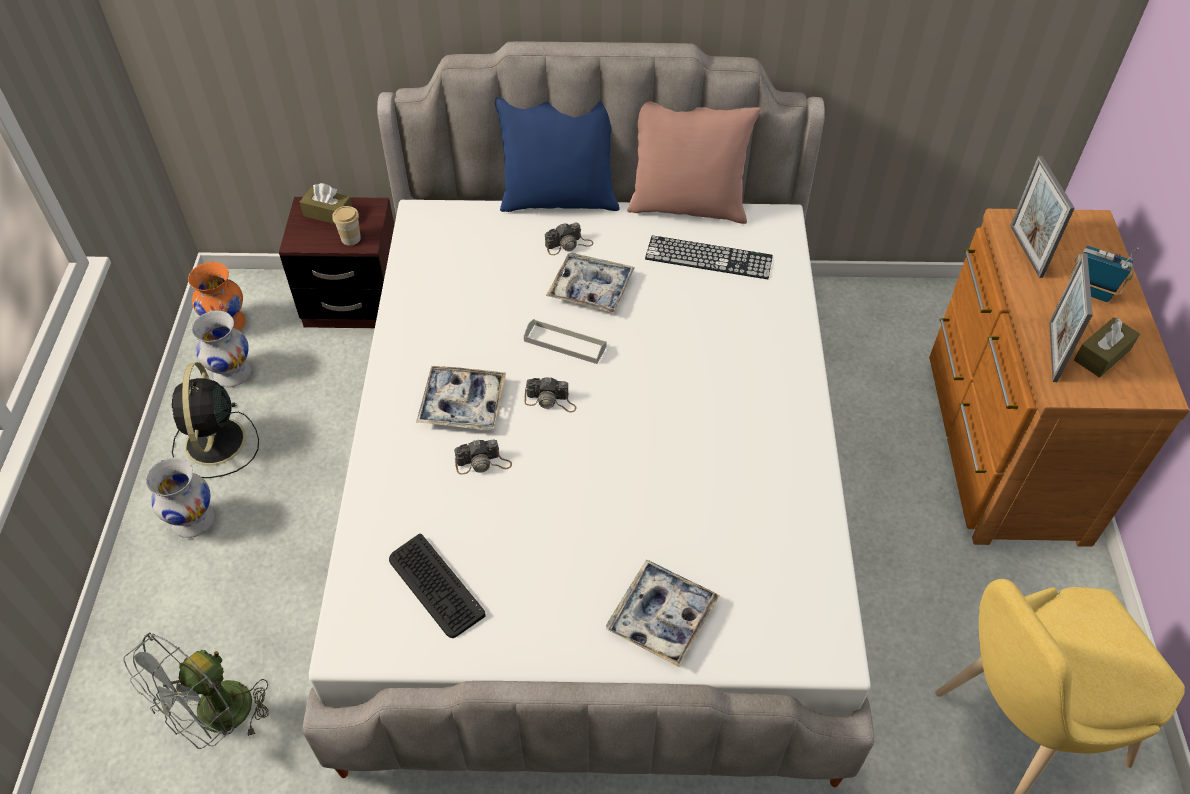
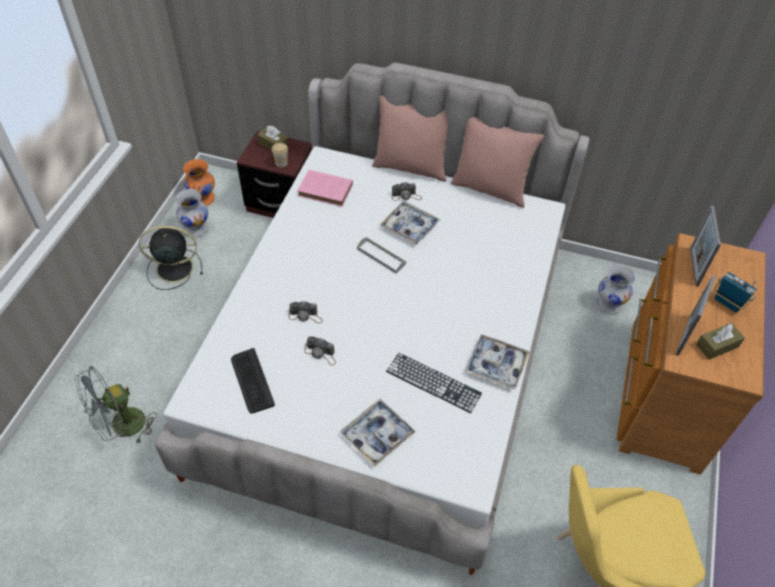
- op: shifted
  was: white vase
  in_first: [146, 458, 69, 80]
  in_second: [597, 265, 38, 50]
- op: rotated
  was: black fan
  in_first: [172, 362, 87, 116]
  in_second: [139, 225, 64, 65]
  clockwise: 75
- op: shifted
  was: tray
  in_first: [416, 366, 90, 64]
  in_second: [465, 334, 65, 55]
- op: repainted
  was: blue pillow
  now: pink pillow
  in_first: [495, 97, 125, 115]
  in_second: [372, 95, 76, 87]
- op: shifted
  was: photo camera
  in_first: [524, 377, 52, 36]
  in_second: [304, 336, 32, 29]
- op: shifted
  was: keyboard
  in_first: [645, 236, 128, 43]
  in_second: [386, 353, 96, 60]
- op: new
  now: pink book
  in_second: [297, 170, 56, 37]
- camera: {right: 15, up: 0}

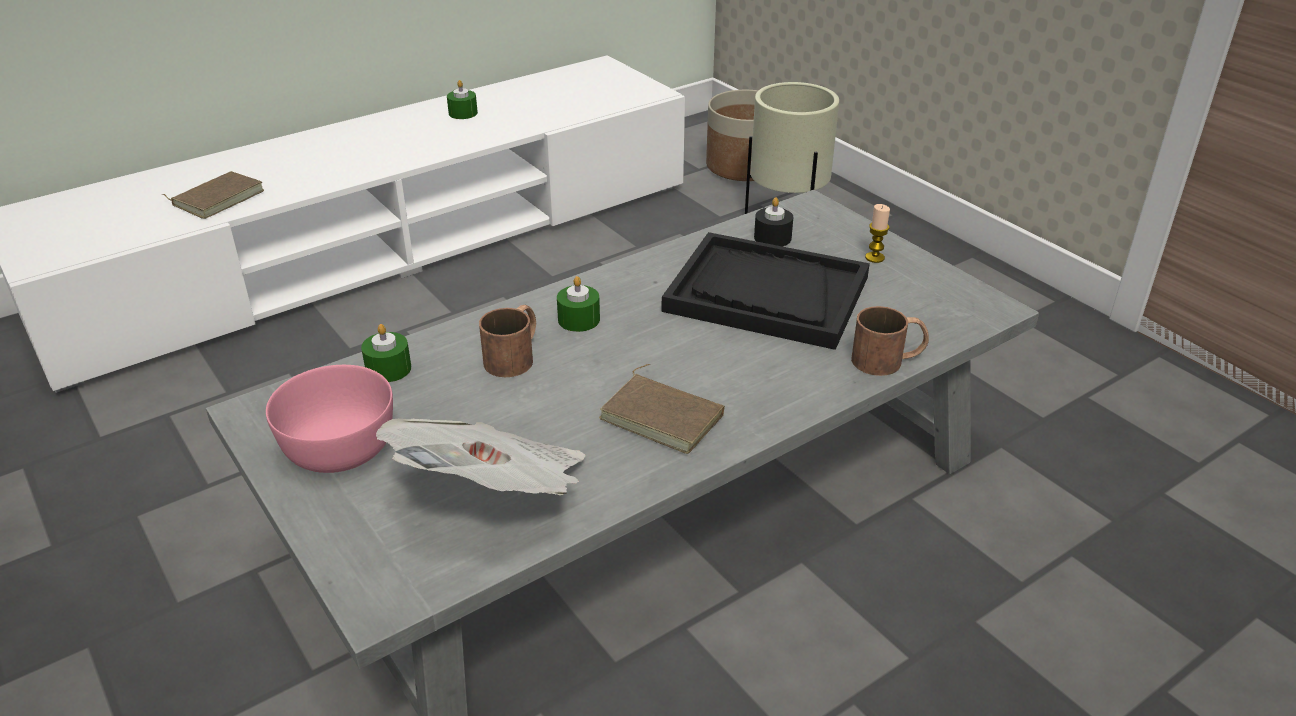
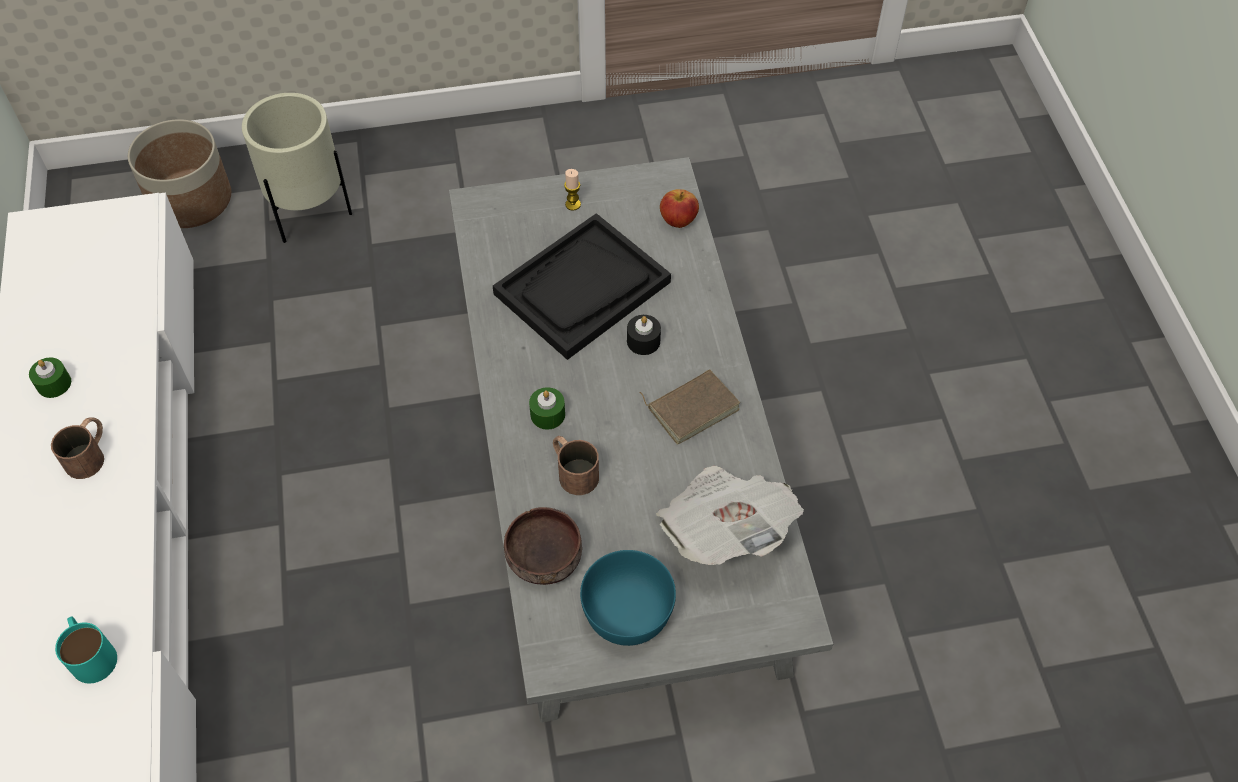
- op: swapped
  was: brown book
  now: turquoise mug
  in_first: [162, 171, 102, 48]
  in_second: [55, 616, 62, 67]
- op: repainted
  was: pink bowl
  now: turquoise bowl
  in_first: [266, 365, 127, 108]
  in_second: [580, 550, 96, 96]
- op: swapped
  was: green candle
  now: brown bowl
  in_first: [361, 324, 50, 58]
  in_second: [504, 507, 78, 78]
- op: shifted
  was: black candle
  in_first: [754, 197, 39, 49]
  in_second: [627, 315, 34, 40]
- op: shifted
  was: brown mug
  in_first: [851, 306, 78, 70]
  in_second: [51, 417, 53, 62]
- op: new
  now: apple
  in_second: [660, 189, 39, 39]
- camera: {right: -65, up: 20}

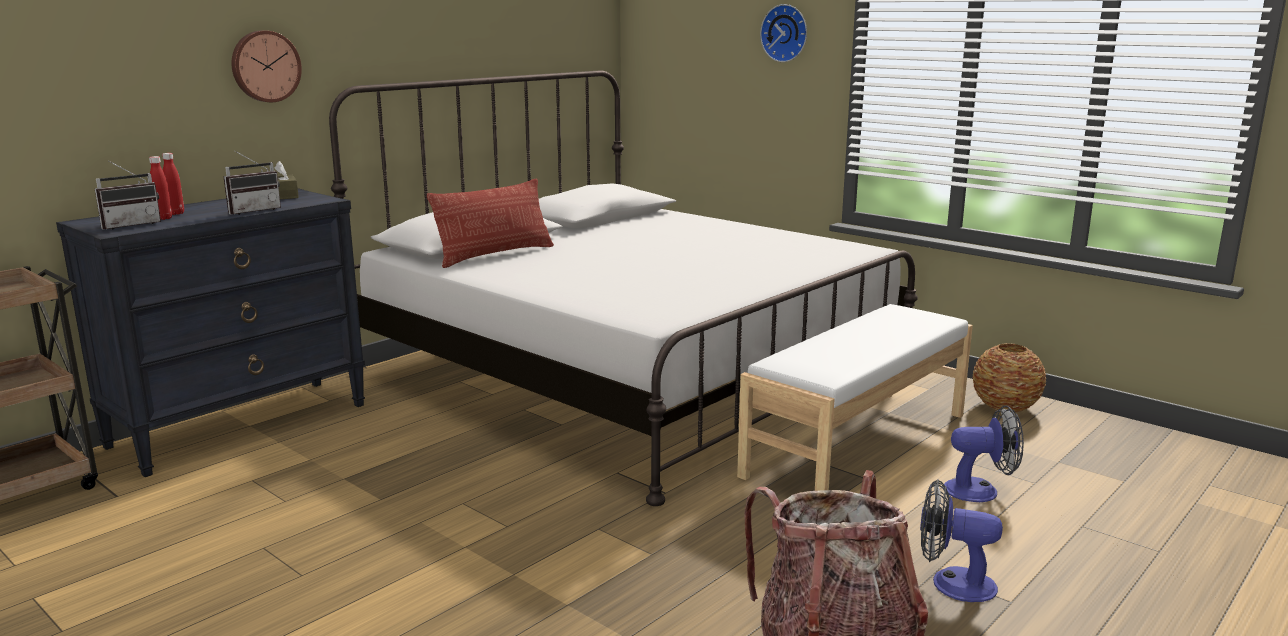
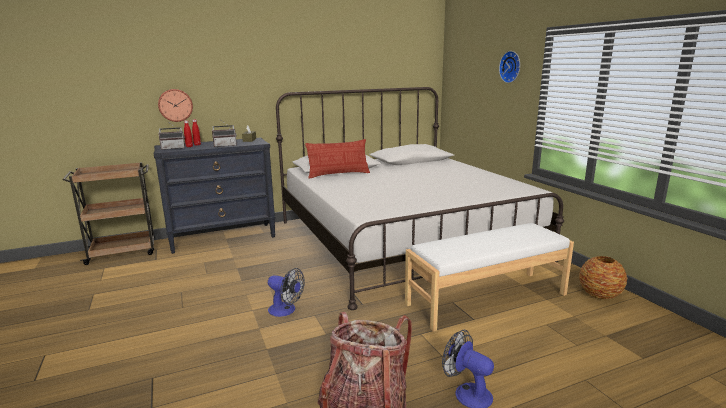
- op: shifted
  was: wall clock
  in_first: [232, 30, 70, 72]
  in_second: [158, 89, 35, 33]
- op: shifted
  was: fan
  in_first: [944, 405, 80, 97]
  in_second: [268, 268, 37, 49]
- camera: {right: 25, up: 0}

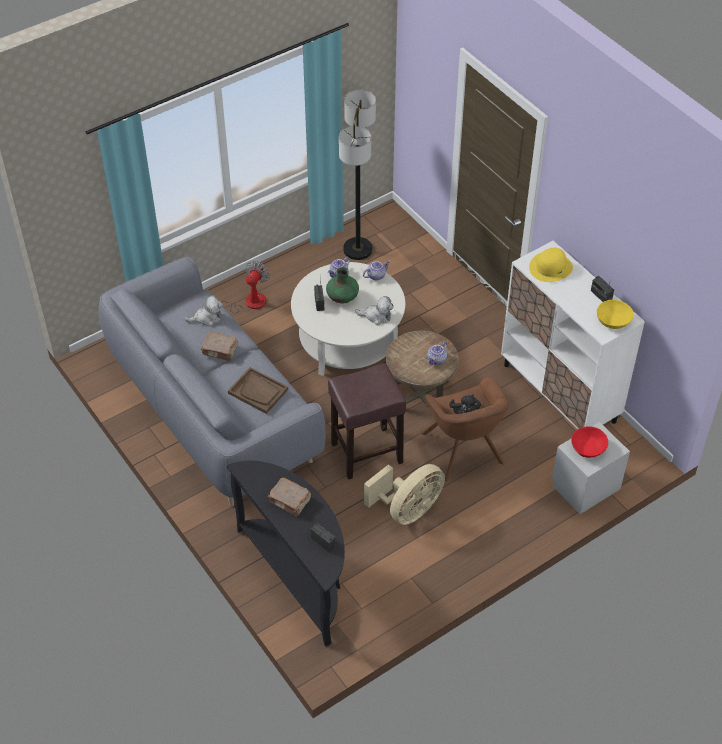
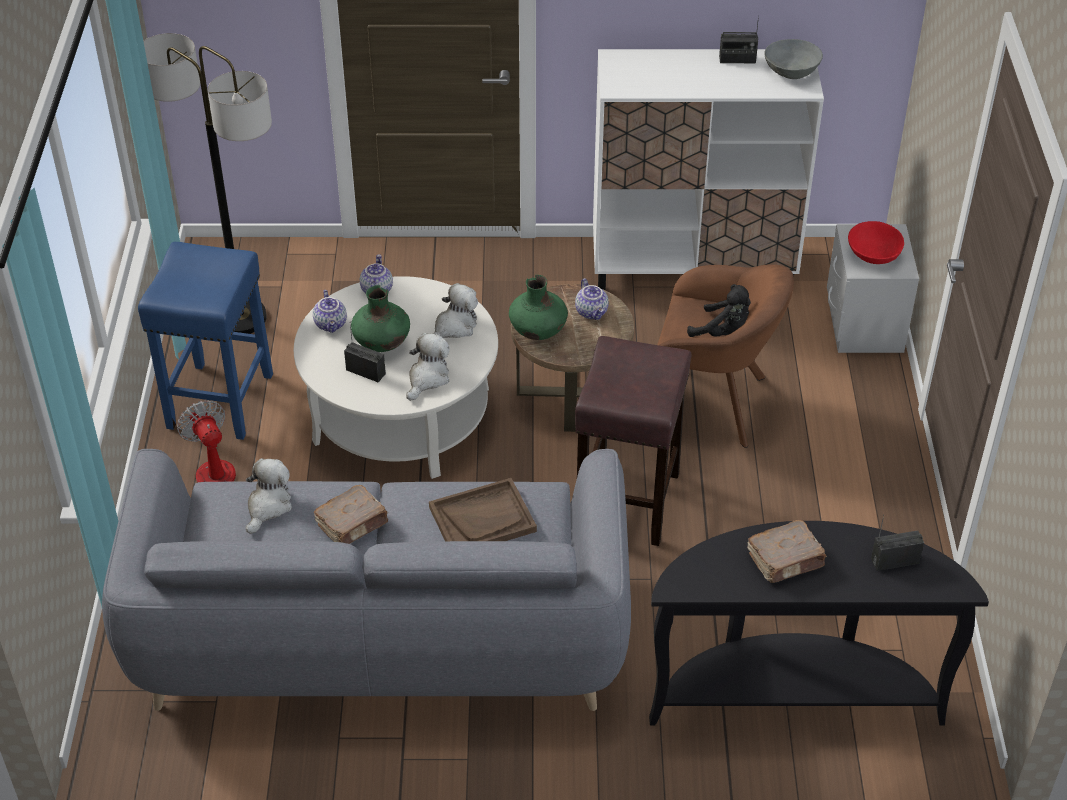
- op: gone
  was: beige fan
  in_first: [364, 464, 81, 61]
- op: gone
  was: yellow hat
  in_first: [529, 248, 44, 34]
- op: repainted
  was: yellow bowl
  now: grey bowl
  in_first: [597, 300, 37, 29]
  in_second: [764, 39, 59, 40]
- op: new
  now: blue stool
  in_second: [138, 242, 135, 198]
- op: new
  now: plush toy
  in_second: [406, 333, 44, 68]
- op: new
  now: green vase
  in_second: [509, 275, 59, 65]
- camera: {right: -55, up: -5}

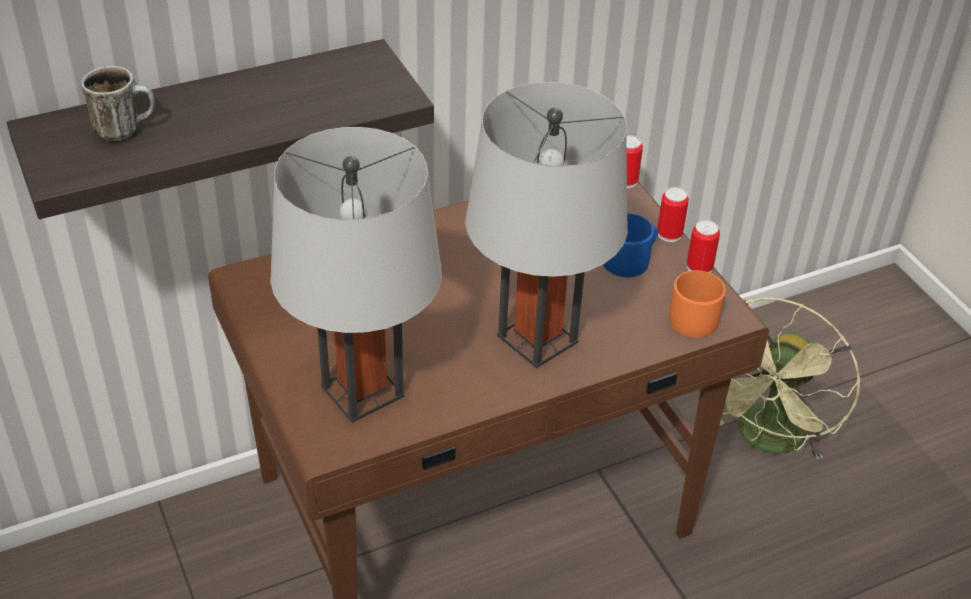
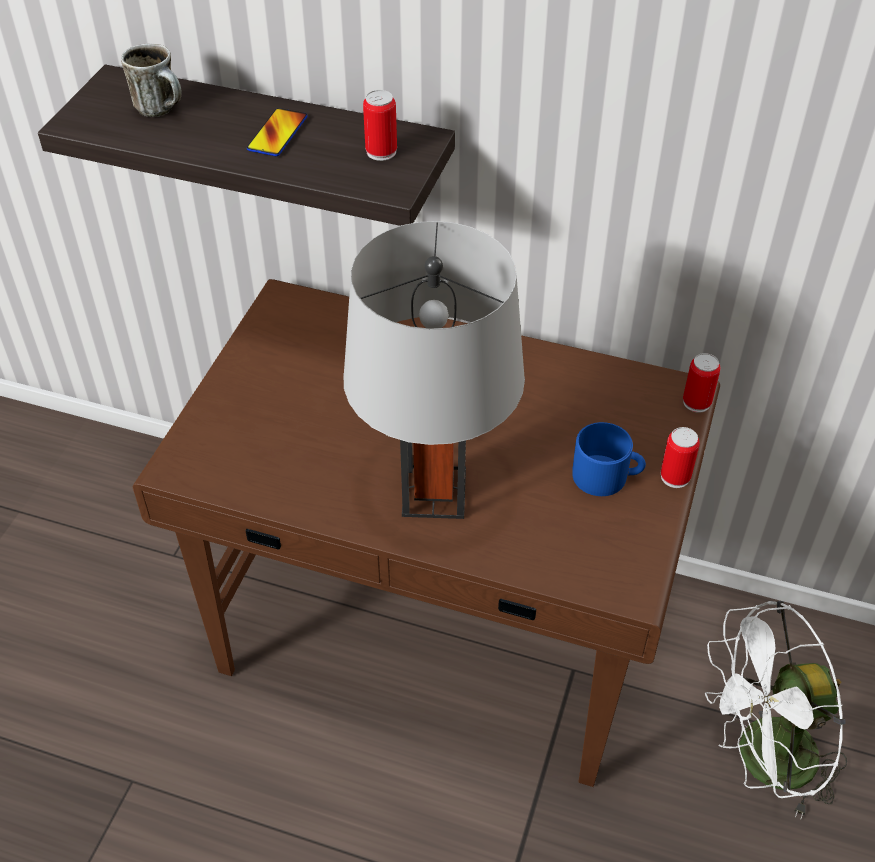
- op: gone
  was: grey table lamp
  in_first: [270, 127, 172, 296]
- op: gone
  was: orange mug
  in_first: [669, 270, 57, 68]
- op: shifted
  was: can
  in_first: [687, 220, 33, 53]
  in_second: [363, 90, 34, 71]
- op: repainted
  was: green fan
  now: white fan
  in_first: [720, 298, 141, 162]
  in_second: [705, 601, 142, 219]
- op: new
  now: phone
  in_second: [247, 108, 60, 48]
- camera: {right: 45, up: 5}

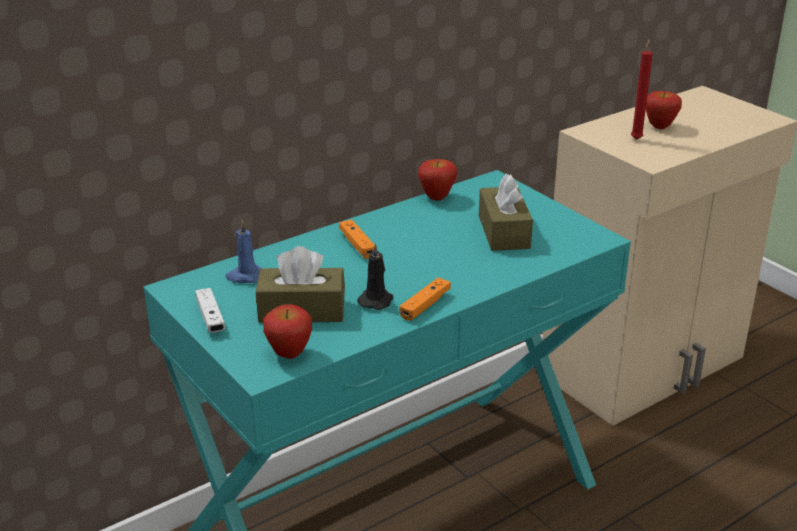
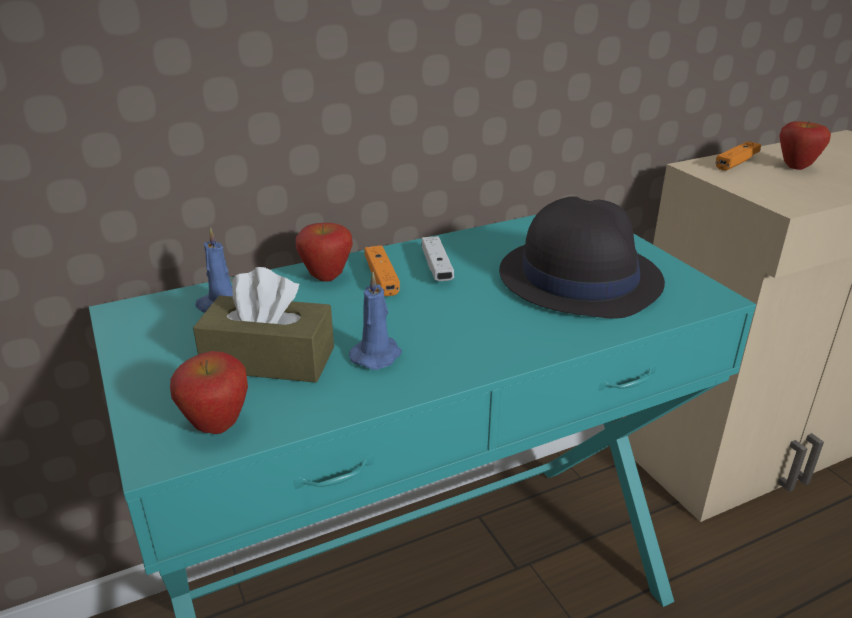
- op: shifted
  was: white game controller
  in_first: [195, 288, 31, 45]
  in_second: [421, 236, 33, 45]
- op: repainted
  was: black candle
  now: blue candle
  in_first: [357, 243, 36, 67]
  in_second: [349, 272, 53, 98]
- op: shifted
  was: orange game controller
  in_first: [399, 277, 52, 44]
  in_second: [715, 141, 46, 30]
- op: shifted
  was: apple
  in_first: [418, 159, 39, 42]
  in_second: [296, 223, 57, 59]
- op: swapped
  was: brown tissue box
  now: black hat
  in_first: [479, 174, 54, 77]
  in_second: [499, 196, 166, 123]
- op: gone
  was: red candle
  in_first: [631, 39, 22, 101]
- camera: {right: 10, up: 0}

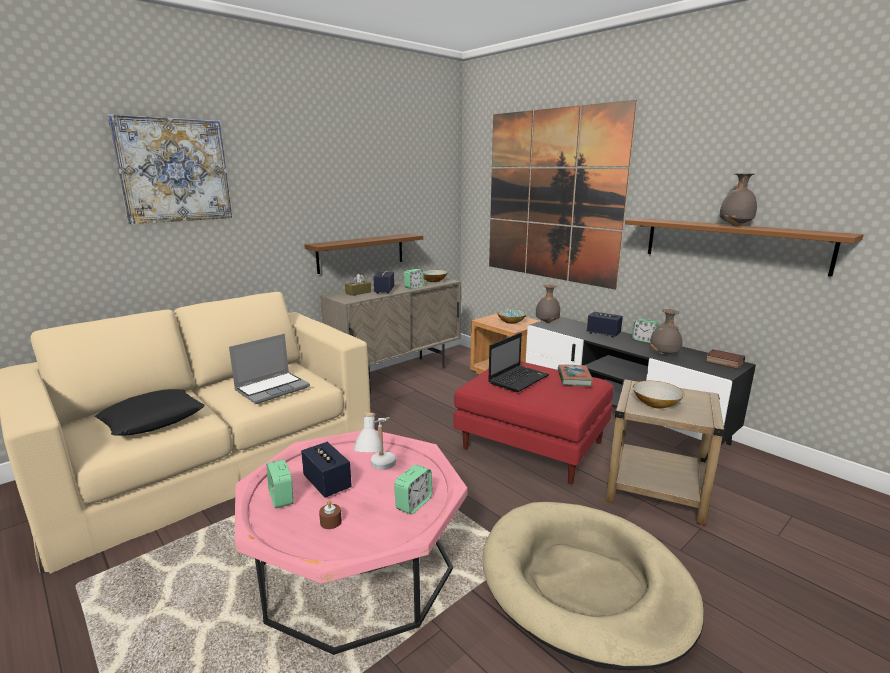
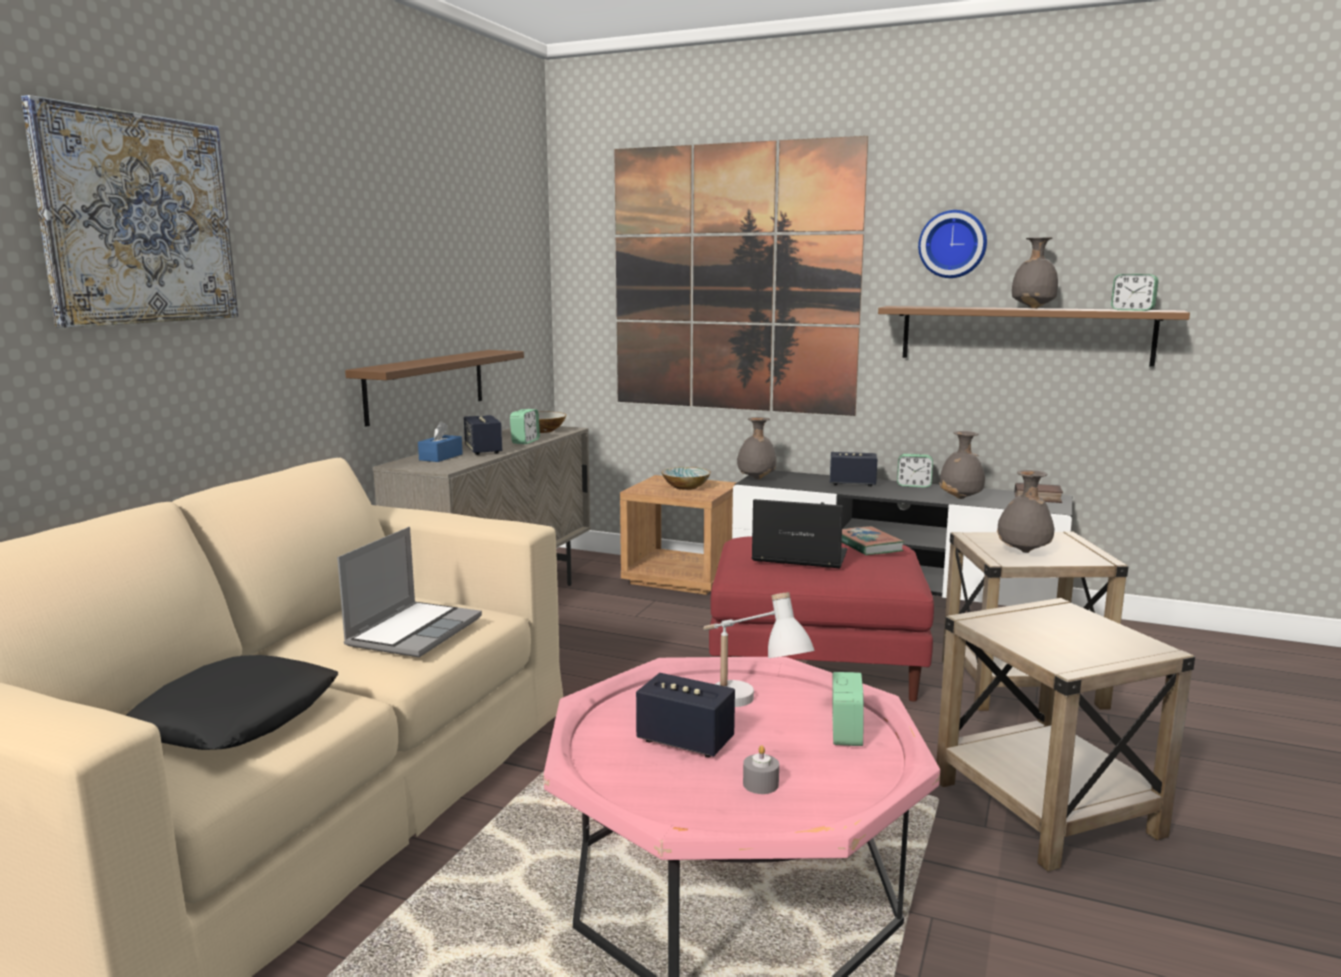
- op: shifted
  was: alarm clock
  in_first: [267, 460, 26, 48]
  in_second: [1111, 274, 48, 37]
- op: repainted
  was: brown candle
  now: grey candle
  in_first: [319, 501, 23, 28]
  in_second: [743, 745, 36, 49]
- op: repainted
  was: brown tissue box
  now: blue tissue box
  in_first: [345, 274, 26, 22]
  in_second: [418, 421, 45, 41]
- op: swapped
  was: beige dog bed
  now: beige side table
  in_first: [483, 502, 221, 168]
  in_second: [936, 598, 259, 274]
- op: rotated
  was: laptop
  in_first: [488, 333, 61, 59]
  in_second: [752, 499, 95, 69]
  clockwise: -90
- op: swapped
  was: bowl
  now: grey vase
  in_first: [633, 381, 51, 28]
  in_second: [997, 470, 57, 83]
- op: new
  now: wall clock
  in_second: [918, 210, 69, 68]
- camera: {right: -25, up: -5}

